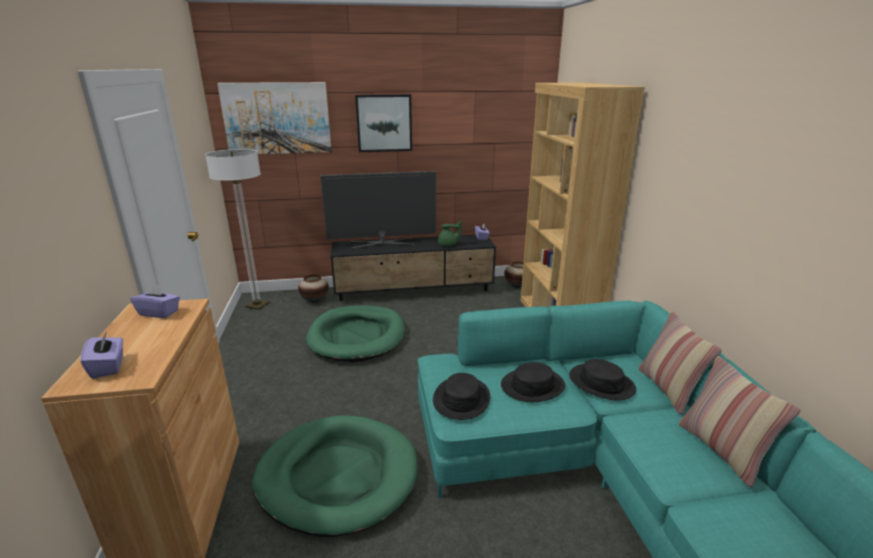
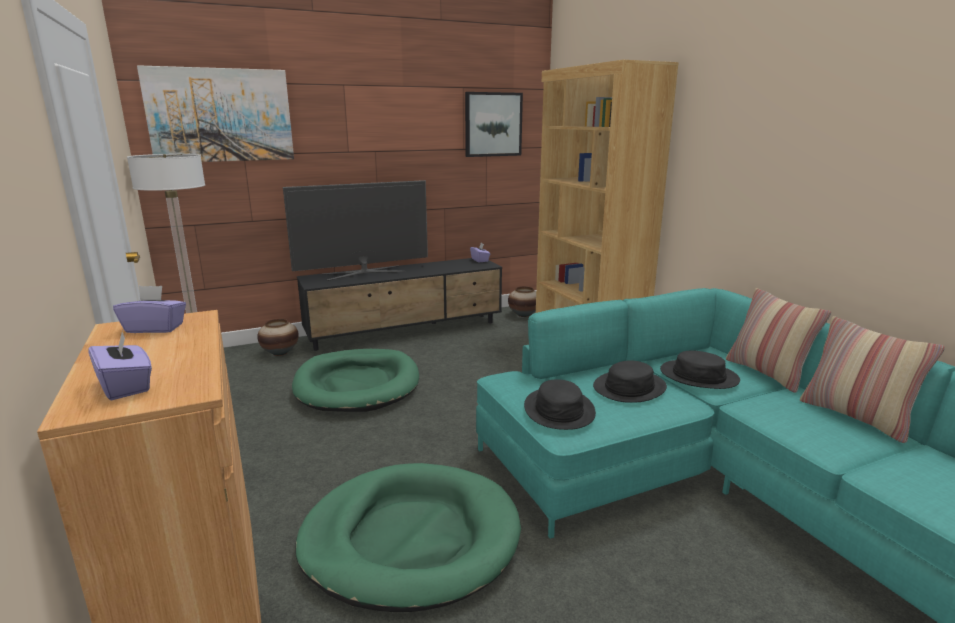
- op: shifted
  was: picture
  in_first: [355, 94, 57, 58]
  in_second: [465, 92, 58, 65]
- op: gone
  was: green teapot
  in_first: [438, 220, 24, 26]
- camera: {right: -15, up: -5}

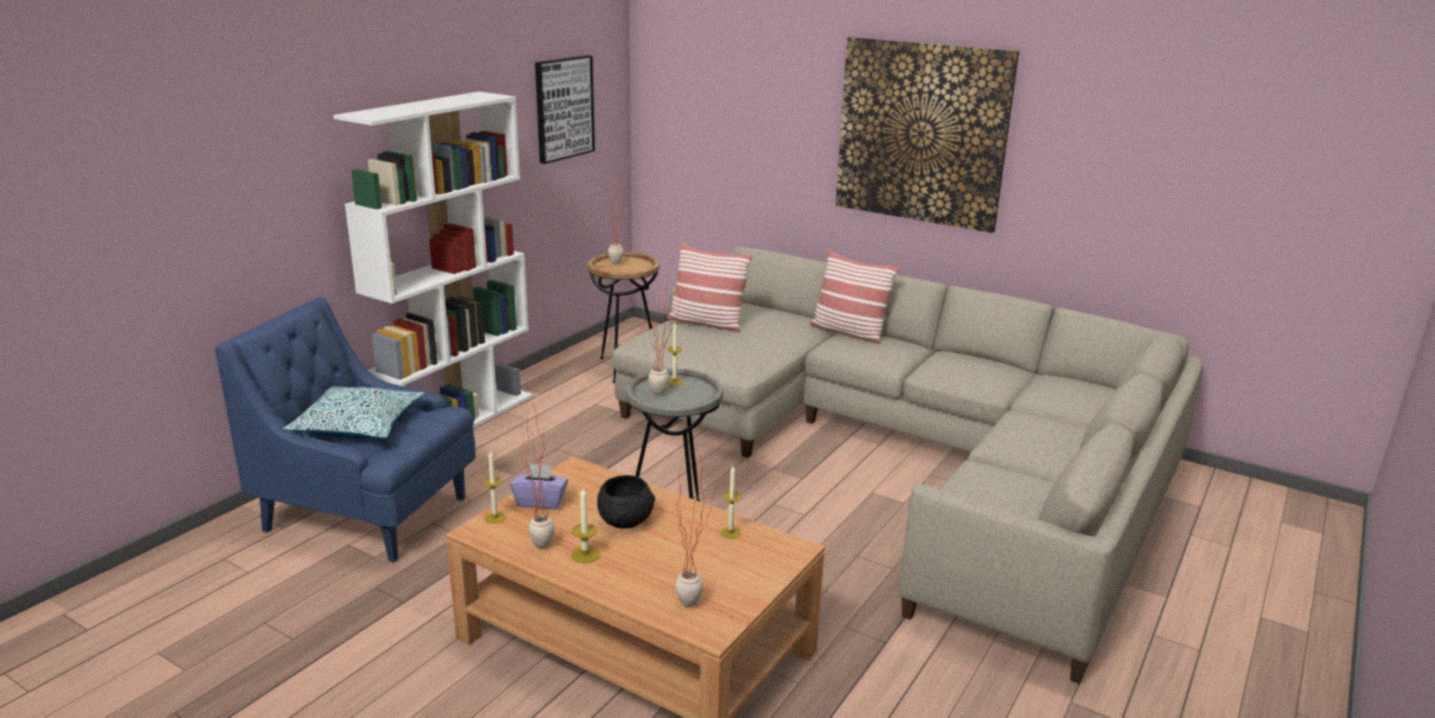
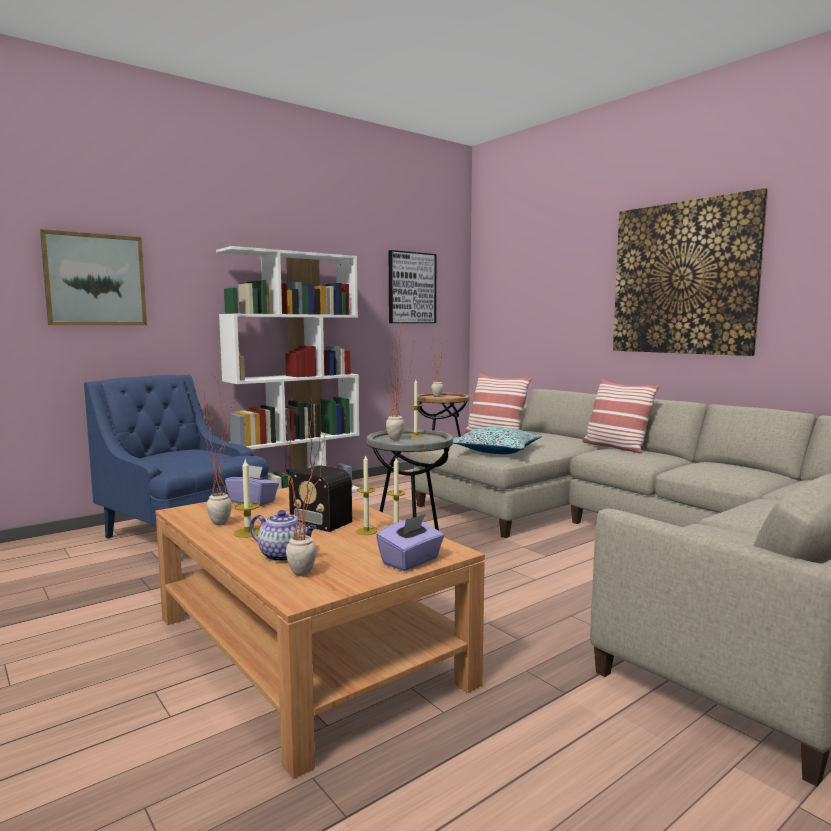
- op: shifted
  was: pillow
  in_first: [283, 387, 142, 52]
  in_second: [453, 427, 89, 27]
- op: shifted
  was: candle
  in_first: [484, 451, 22, 73]
  in_second: [356, 455, 21, 80]
- op: swapped
  was: black bowl
  now: radio
  in_first: [597, 475, 58, 54]
  in_second: [276, 465, 76, 67]
- op: new
  now: picture
  in_second: [40, 229, 107, 96]
- op: new
  now: teapot
  in_second: [250, 510, 66, 52]
- op: new
  now: purple tissue box
  in_second: [376, 514, 68, 57]
- camera: {right: 20, up: -15}

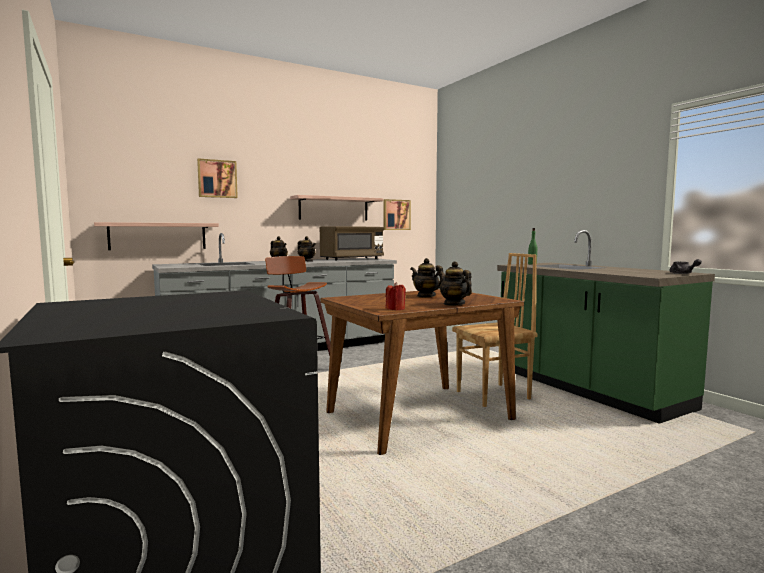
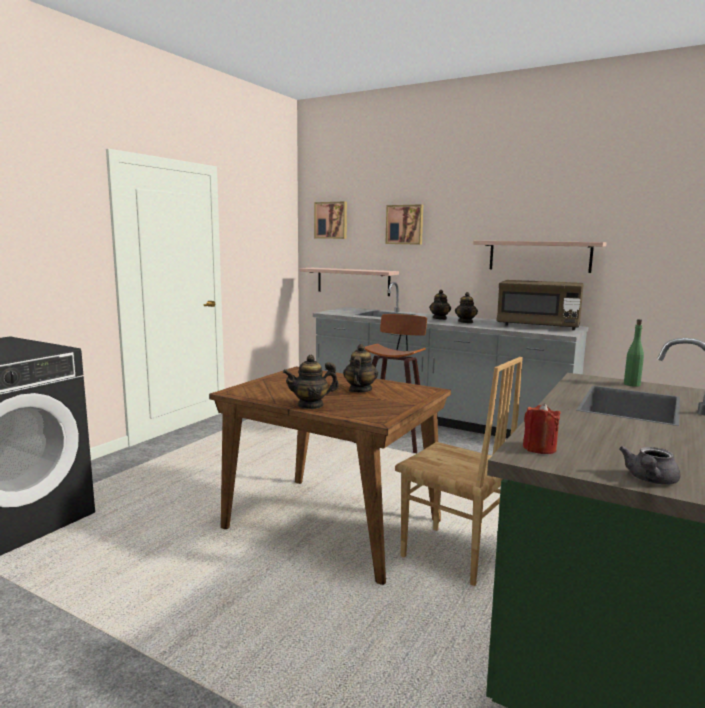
- op: shifted
  was: picture
  in_first: [383, 199, 28, 31]
  in_second: [314, 201, 33, 38]
- op: shifted
  was: red candle
  in_first: [385, 282, 21, 28]
  in_second: [523, 403, 38, 51]
- op: rotated
  was: teapot
  in_first: [439, 261, 33, 45]
  in_second: [283, 355, 56, 54]
  clockwise: -135
- camera: {right: 60, up: 5}

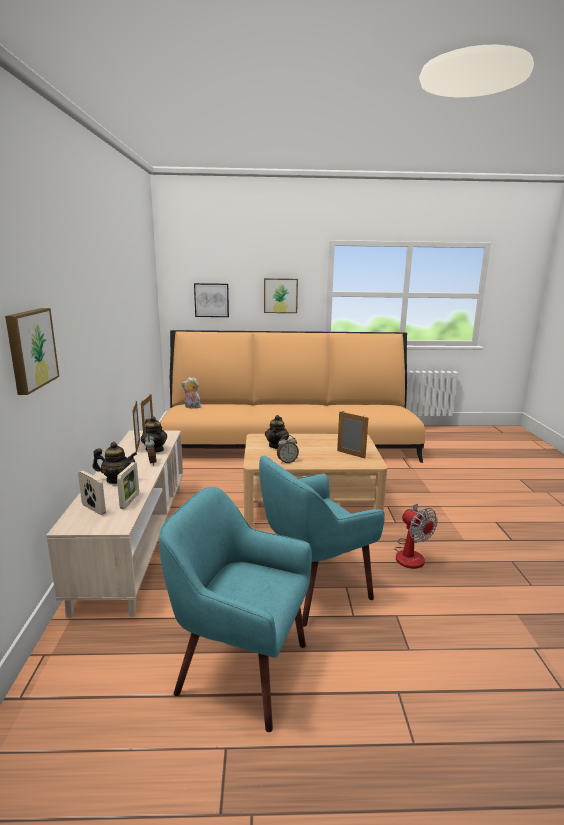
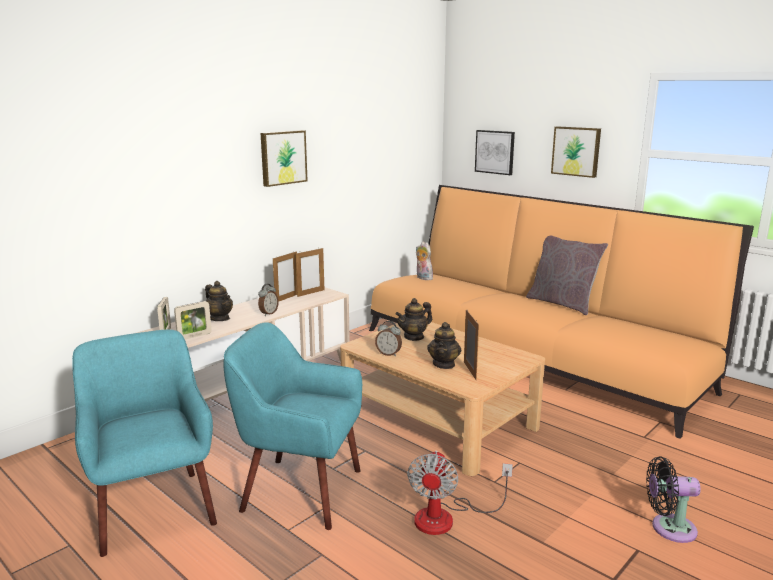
- op: shifted
  was: picture
  in_first: [5, 308, 54, 87]
  in_second: [260, 130, 48, 57]
- op: shifted
  was: teapot
  in_first: [141, 416, 26, 37]
  in_second: [427, 322, 34, 47]
- op: new
  now: grey pillow
  in_second: [526, 235, 82, 80]
- op: new
  now: black fan
  in_second: [646, 456, 55, 87]
- camera: {right: 45, up: 0}

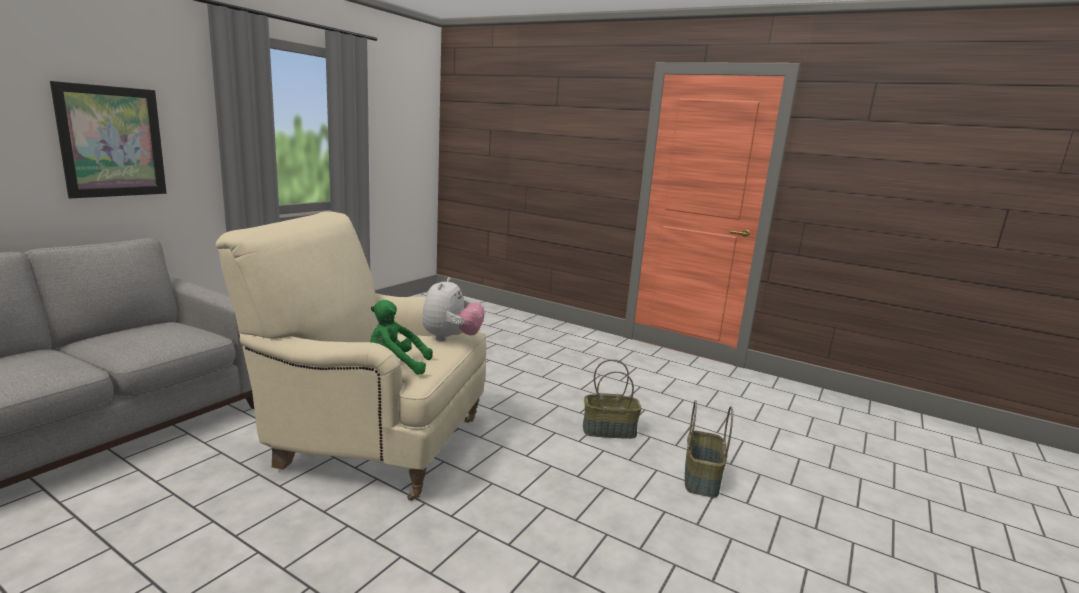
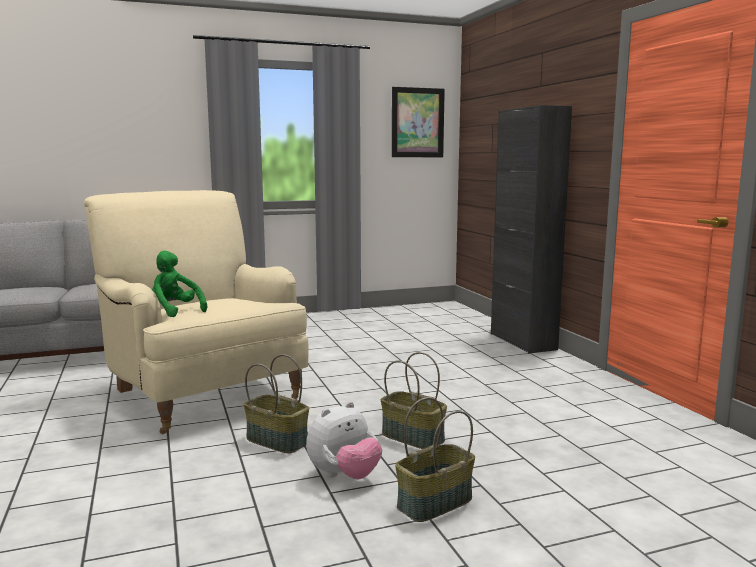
- op: shifted
  was: picture
  in_first: [50, 81, 117, 117]
  in_second: [392, 87, 53, 70]
- op: shifted
  was: plush toy
  in_first: [422, 277, 63, 64]
  in_second: [306, 402, 76, 77]
- op: new
  now: basket
  in_second: [244, 354, 65, 99]
- op: new
  now: black cabinet
  in_second: [491, 105, 81, 248]
- camera: {right: 40, up: -5}

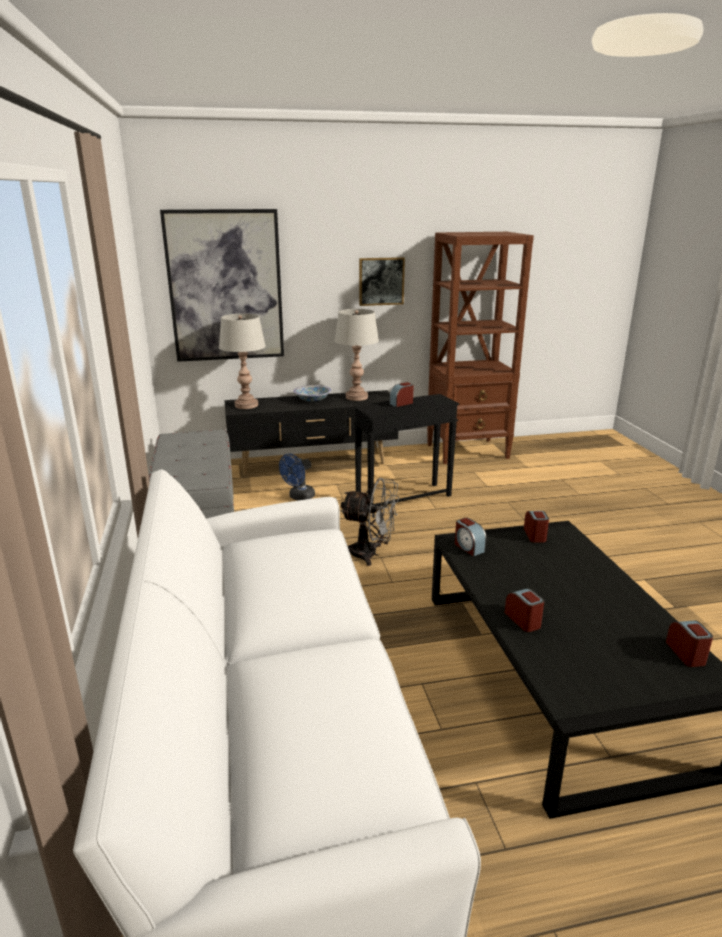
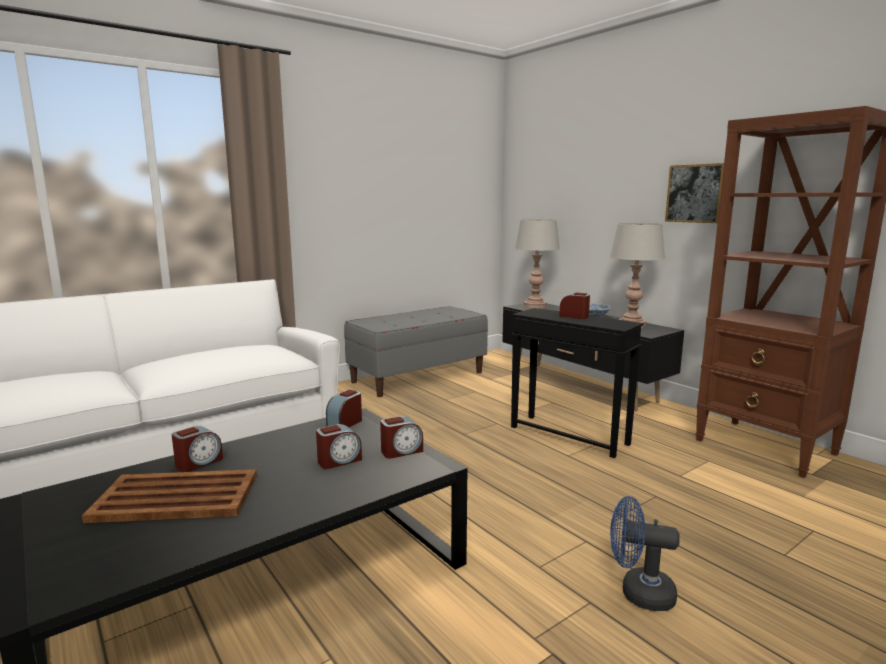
- op: gone
  was: picture
  in_first: [160, 209, 124, 153]
- op: shifted
  was: blue fan
  in_first: [279, 454, 36, 47]
  in_second: [610, 496, 70, 115]
- op: gone
  was: grey fan
  in_first: [341, 478, 58, 88]
- op: shifted
  was: alarm clock
  in_first: [666, 620, 47, 47]
  in_second: [316, 424, 46, 45]
- op: new
  now: brown tray
  in_second: [82, 469, 175, 54]
- camera: {right: 65, up: -10}

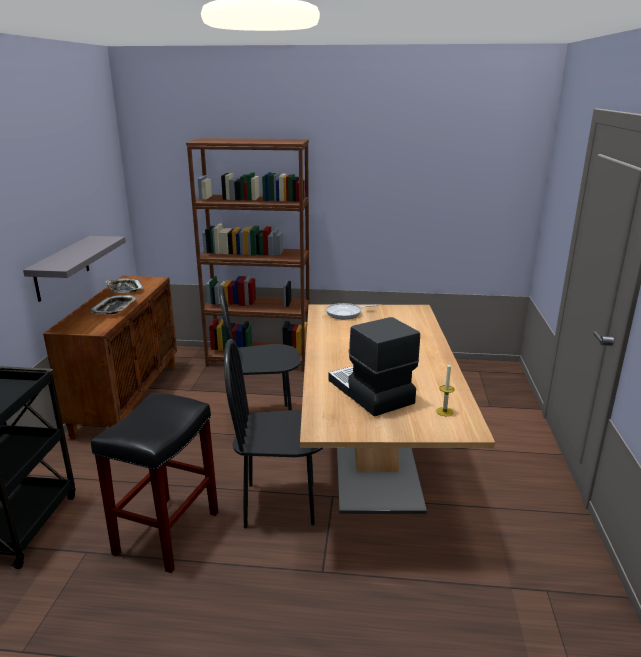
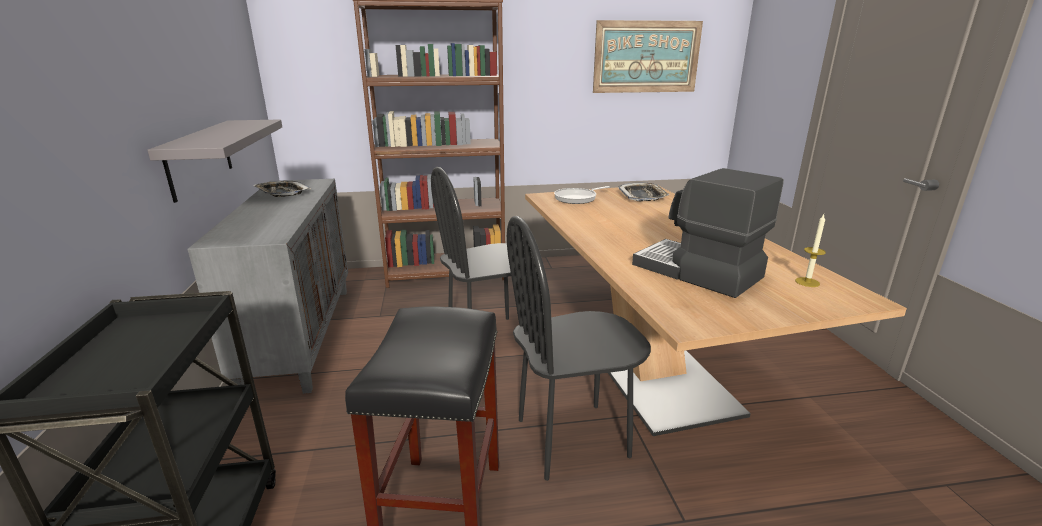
- op: repainted
  was: brown cabinet
  now: grey cabinet
  in_first: [43, 276, 134, 163]
  in_second: [188, 179, 160, 215]
- op: shifted
  was: tray
  in_first: [90, 295, 47, 19]
  in_second: [618, 182, 52, 19]
- op: new
  now: picture
  in_second: [593, 20, 110, 73]
- camera: {right: -15, up: 0}

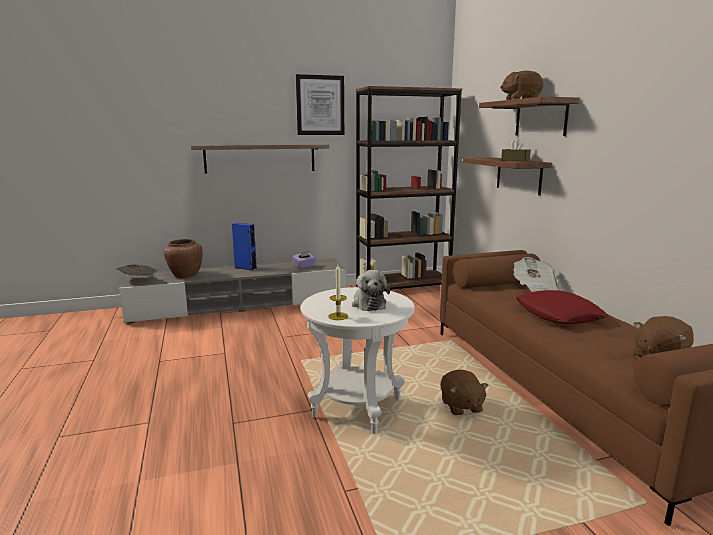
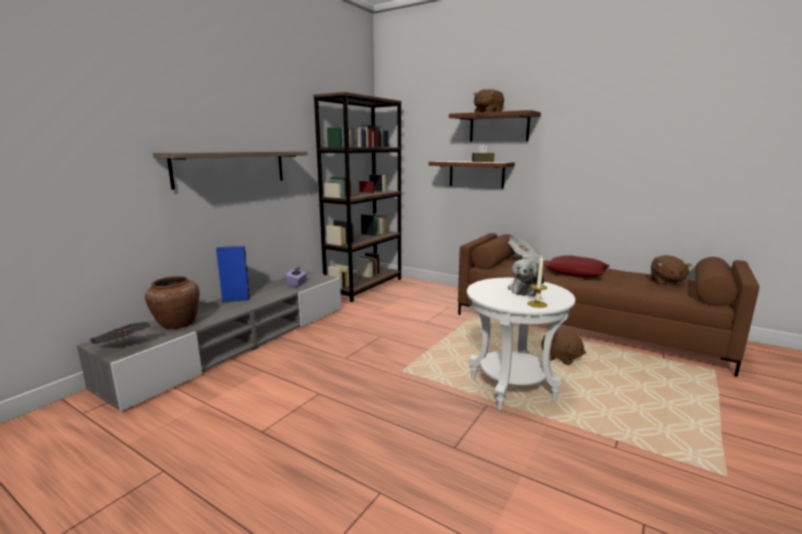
- op: gone
  was: picture
  in_first: [296, 74, 48, 61]
- op: rotated
  was: plush toy
  in_first: [352, 270, 38, 41]
  in_second: [508, 259, 37, 38]
  clockwise: 75
- camera: {right: -40, up: 0}

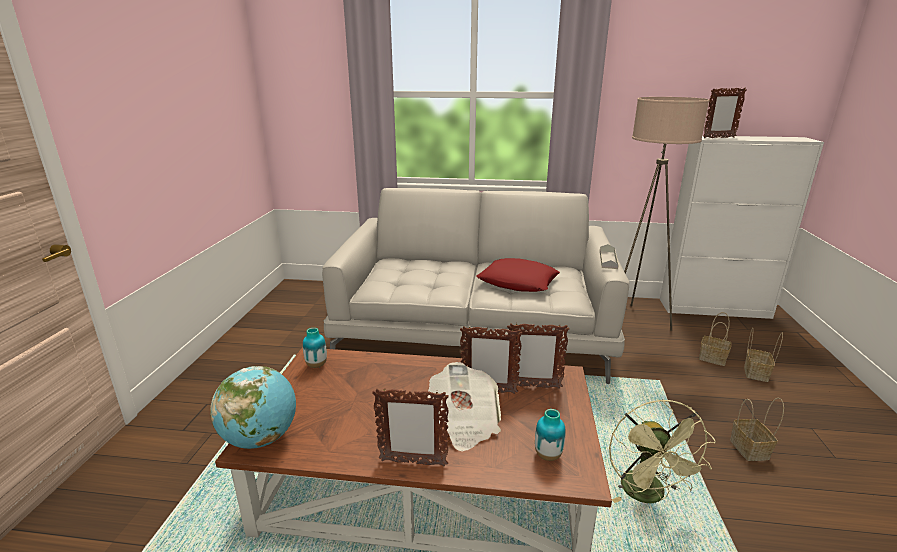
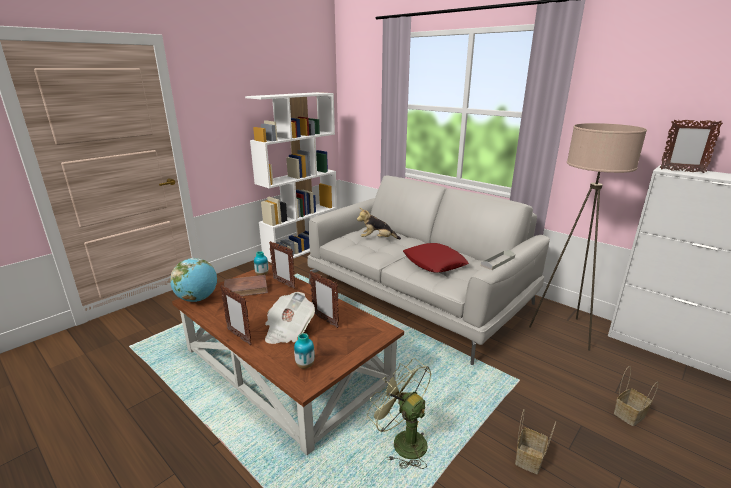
- op: shifted
  was: picture frame
  in_first: [507, 323, 62, 66]
  in_second: [269, 241, 27, 48]
- op: rotated
  was: green fan
  in_first: [609, 399, 107, 104]
  in_second: [367, 358, 64, 111]
  clockwise: 105
- op: gone
  was: basket
  in_first: [699, 312, 32, 54]
- op: new
  now: brown book
  in_second: [224, 275, 44, 21]
- op: new
  now: white bookcase
  in_second: [245, 92, 92, 170]
- op: new
  now: plush toy
  in_second: [357, 208, 44, 32]
- camera: {right: 35, up: 0}

